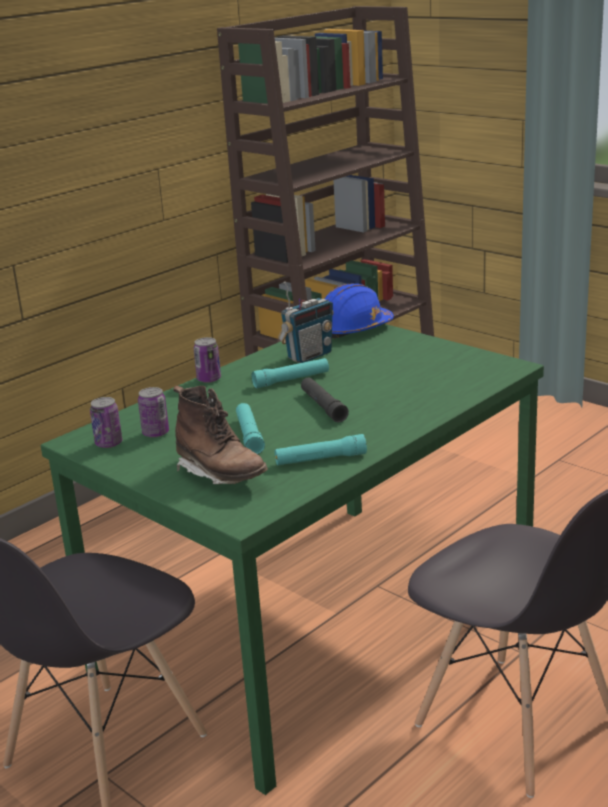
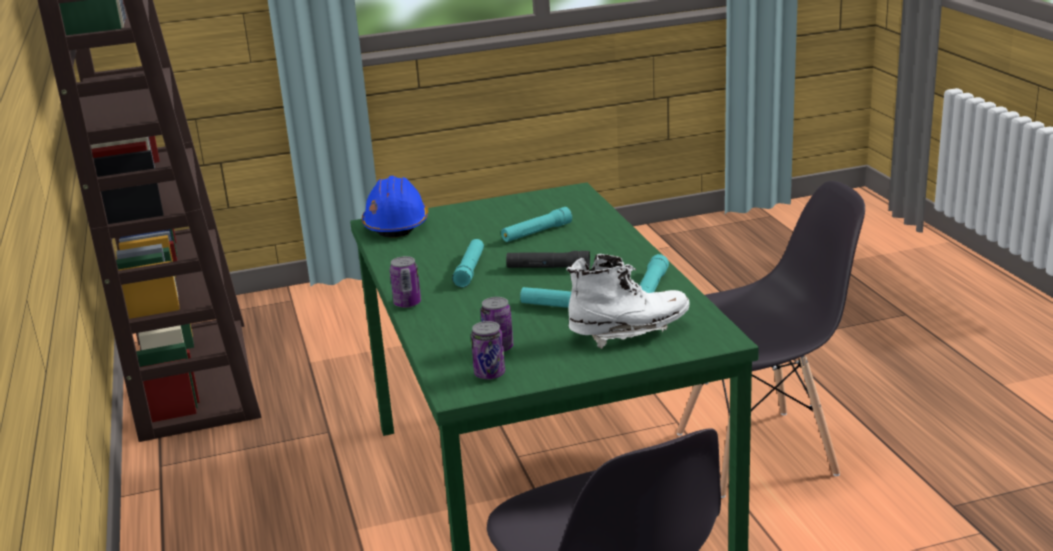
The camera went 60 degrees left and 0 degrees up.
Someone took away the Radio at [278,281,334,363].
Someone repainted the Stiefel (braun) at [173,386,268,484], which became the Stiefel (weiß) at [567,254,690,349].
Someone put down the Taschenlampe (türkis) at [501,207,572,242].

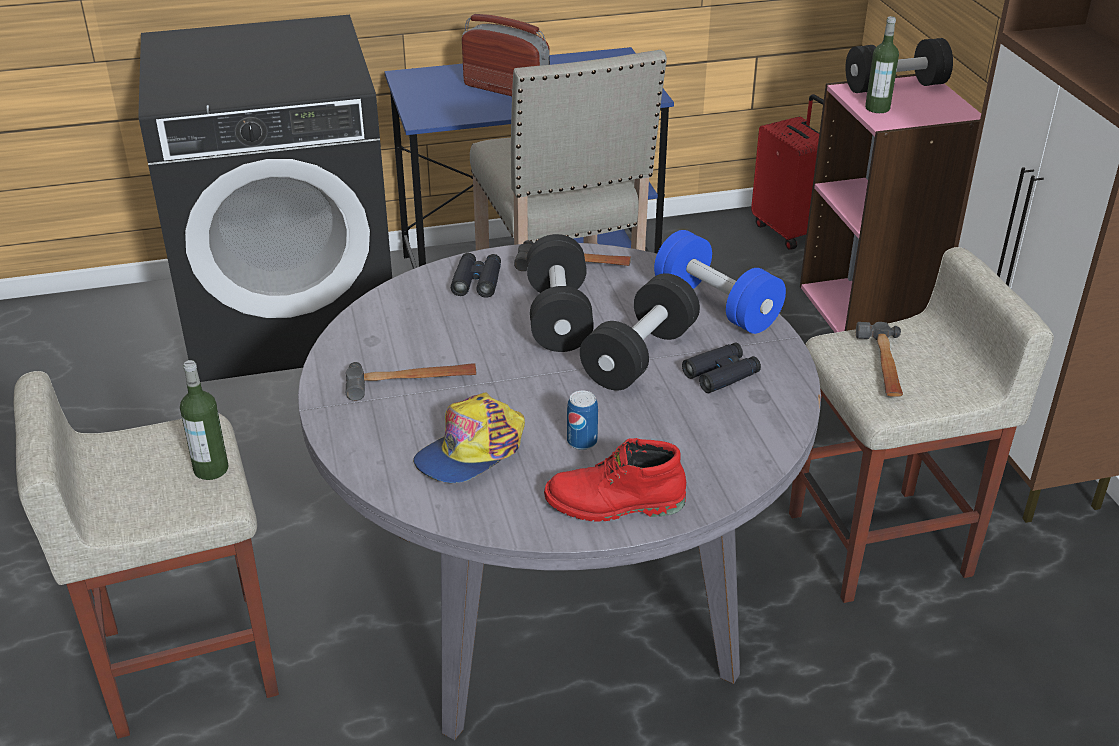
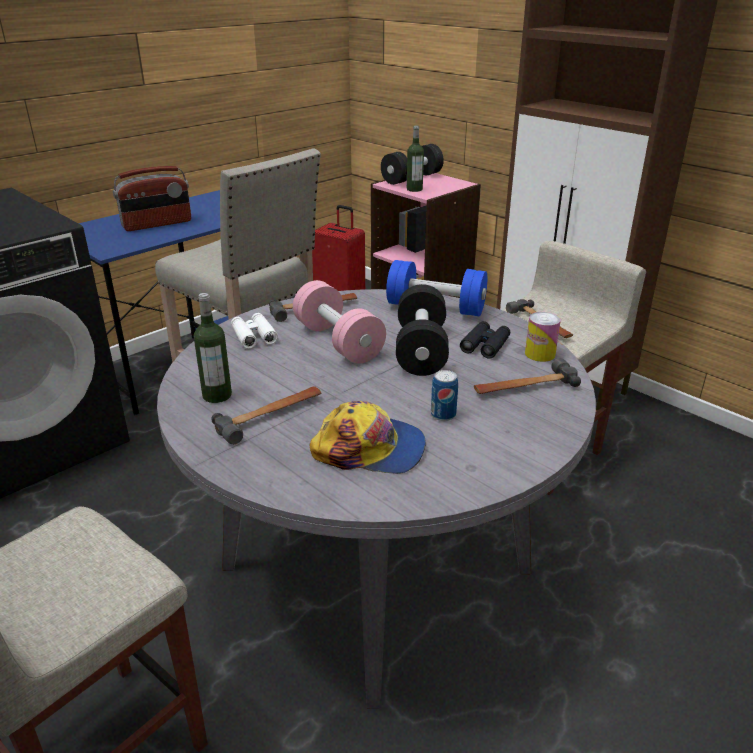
The camera went 30 degrees left and 5 degrees down.
Someone rotated the Radio at [462,14,550,96] by 150 degrees clockwise.
Someone repainted the Hantel (schwarz) at [527,234,594,352], which became the Hantel (rosa) at [293,280,386,364].
Someone repainted the Fernglas (schwarz) at [451,253,501,298], which became the Fernglas (weiß) at [231,313,278,349].
Someone carried the Flasche from [180,360,228,480] to [194,293,232,403].
Someone rotated the Kappe at [413,393,525,483] by 90 degrees counterclockwise.
Someone took away the Stiefel (rot) at [544,438,686,522].
Someone put down the Dose at [525,312,561,362].
Someone put down the Hammer at [474,358,581,394].

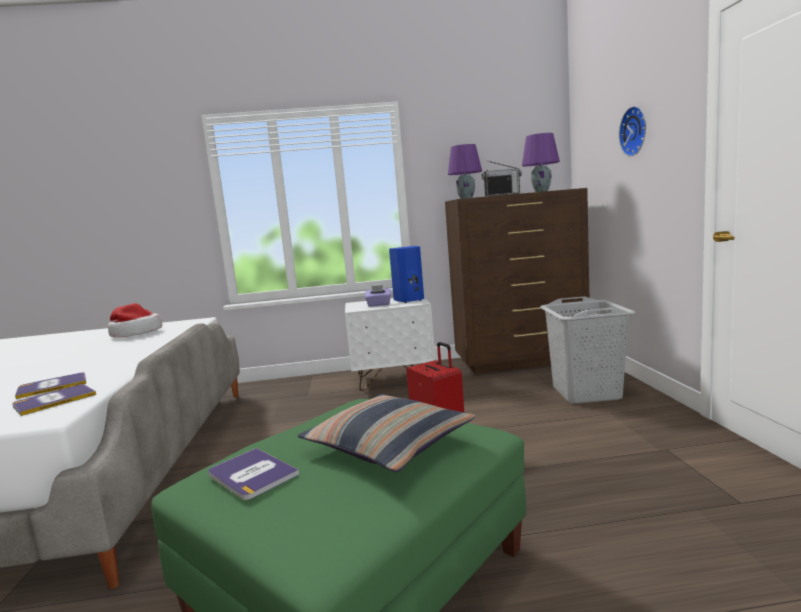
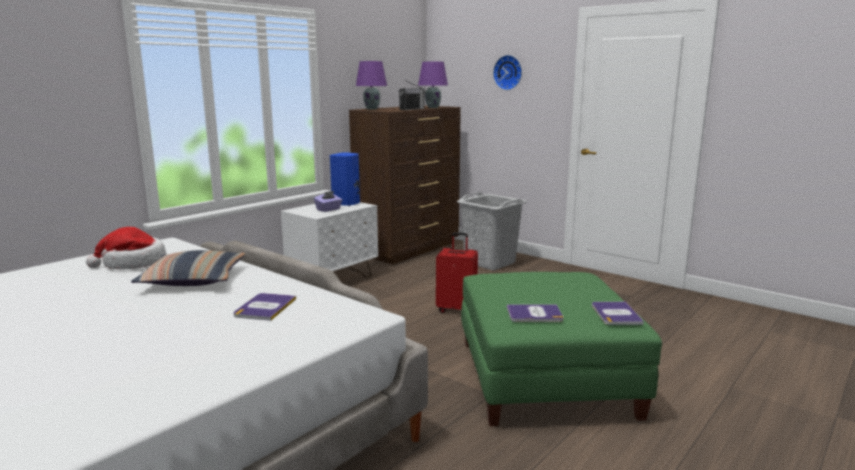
The camera went 45 degrees left and 5 degrees up.
Someone carried the Buch from [12,384,96,416] to [592,302,644,325].
Someone carried the Kissen from [297,394,476,472] to [131,250,246,286].

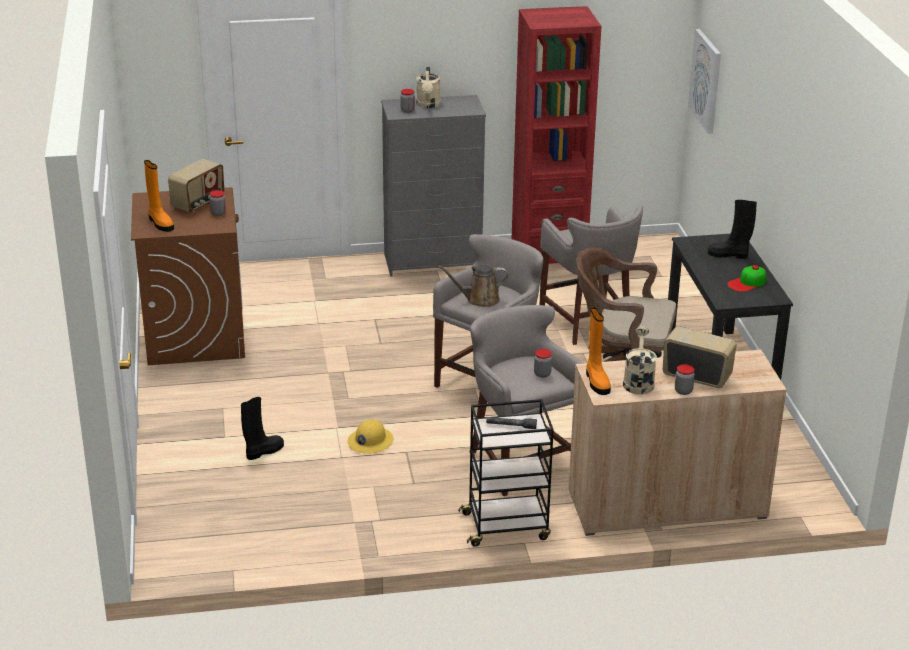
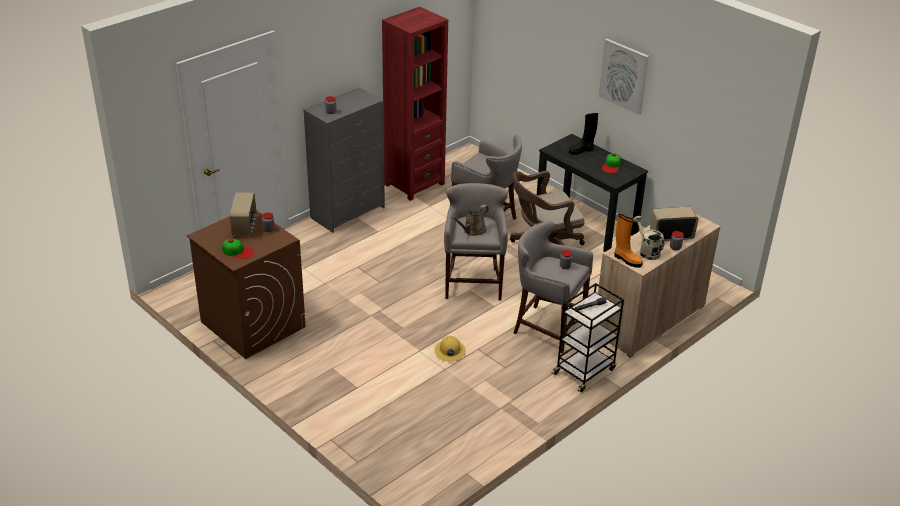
The camera went 35 degrees left and 5 degrees up.
Someone carried the Bild from [688,29,721,134] to [598,39,649,115].
Someone took away the Gießkanne (beige) at [416,67,441,108].
Someone swapped the Stiefel (orange) at [144,160,174,232] for the Kappe at [222,239,254,259].
Someone took away the Stiefel (schwarz) at [241,397,284,460].

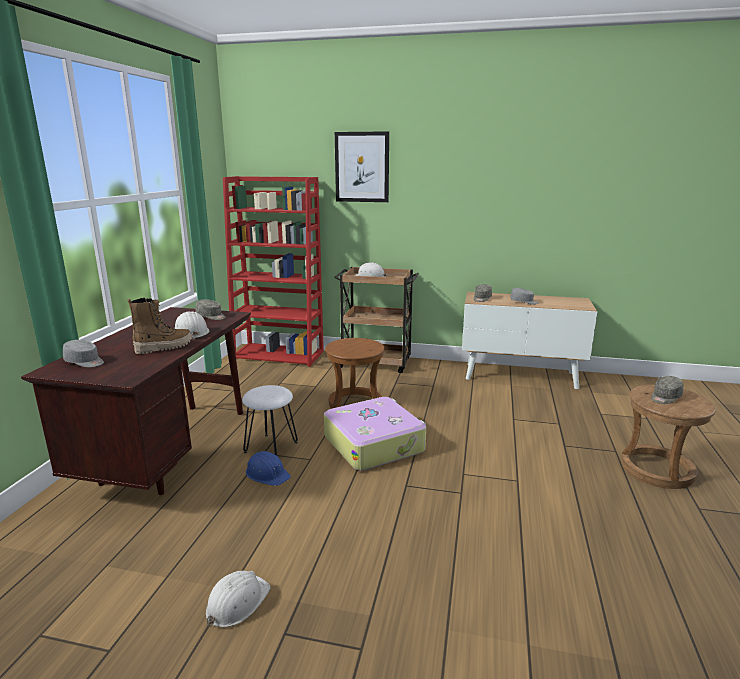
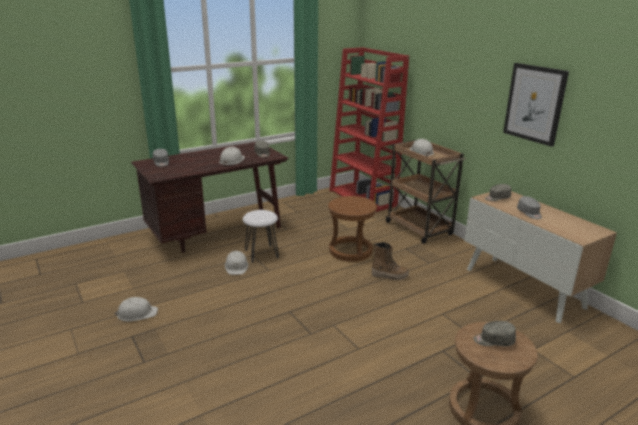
The camera went 45 degrees right and 5 degrees up.
Someone carried the Bild from [335,131,389,202] to [503,63,569,147].
Someone carried the Stiefel from [127,298,192,354] to [372,242,409,280].
Someone took away the Koffer at [324,397,426,471].
Someone repainted the Schutzhelm (blau) at [246,451,291,486], which became the Schutzhelm (weiß) at [225,251,248,275].

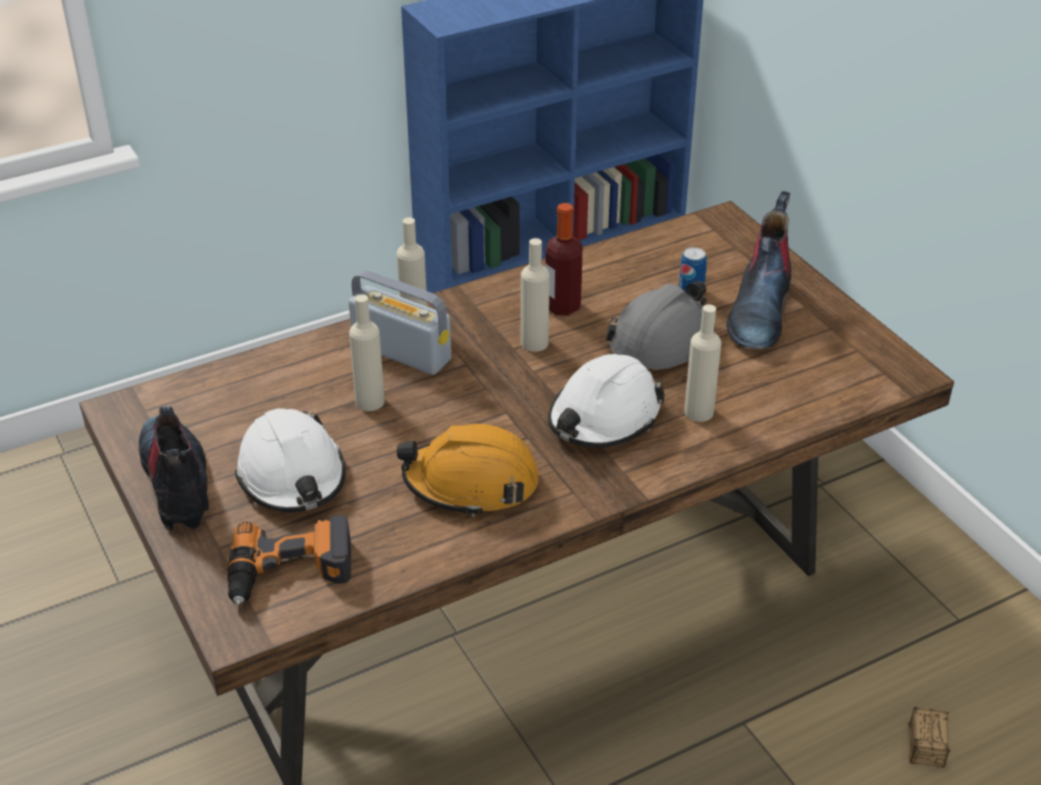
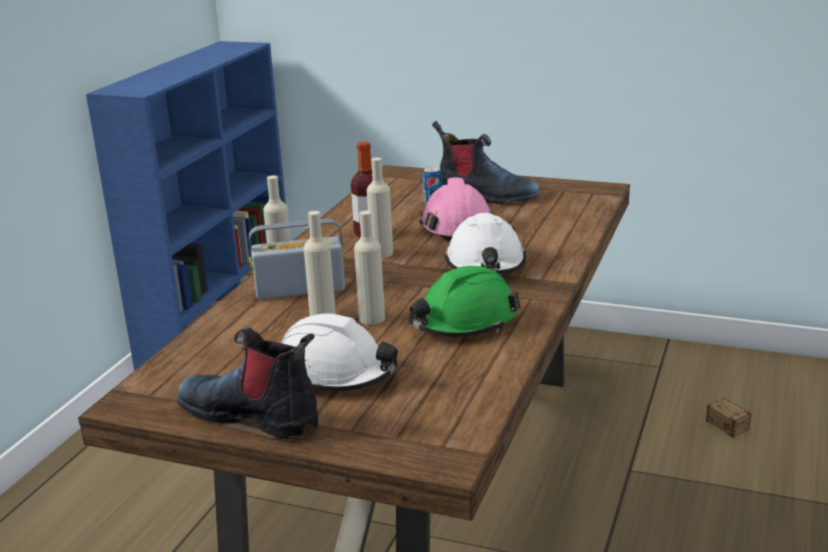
The camera went 40 degrees left and 15 degrees down.
Someone rotated the Stiefel at [726,191,791,349] by 45 degrees counterclockwise.
Someone repainted the Schutzhelm (grau) at [606,281,715,371], which became the Schutzhelm (rosa) at [420,177,493,241].
Someone carried the Flasche (beige) from [684,304,721,422] to [354,211,385,325].
Someone repainted the Schutzhelm (orange) at [397,423,539,517], which became the Schutzhelm (grün) at [409,266,521,337].
Someone took away the Bohrmaschine at [227,515,351,605].

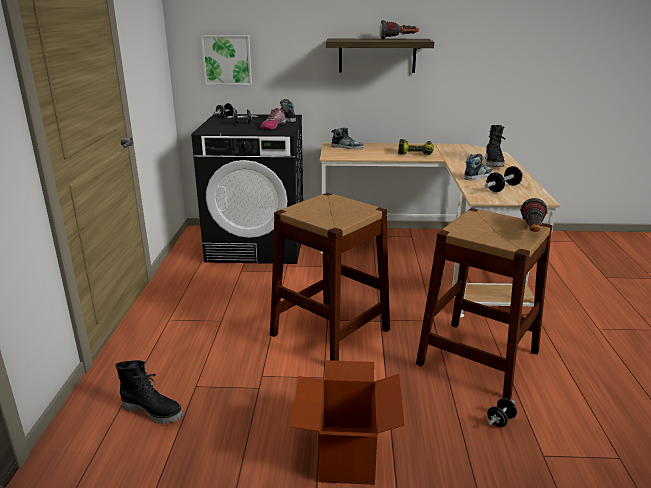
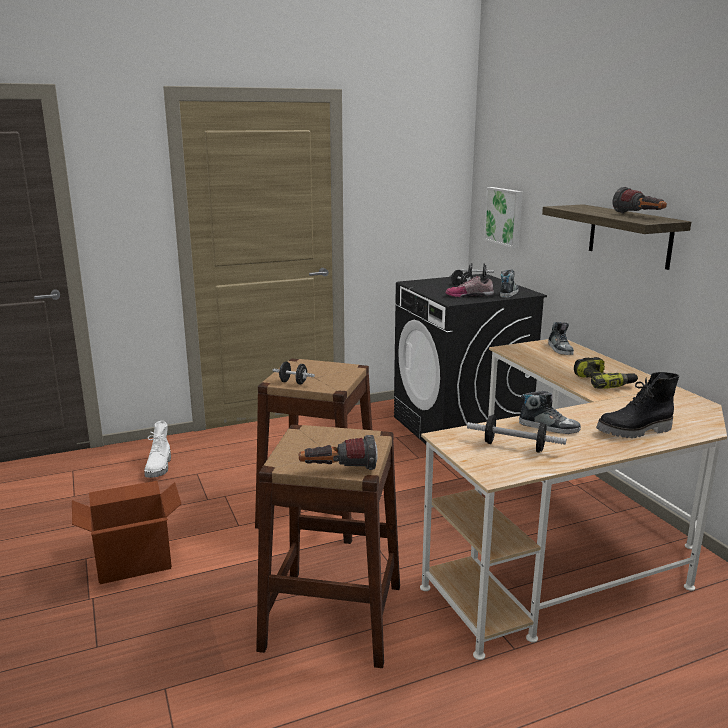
The camera went 65 degrees right and 5 degrees down.
Someone repainted the Stiefel (schwarz) at [115,360,183,424], which became the Stiefel (weiß) at [144,421,171,478].
Someone carried the Hantel (schwarz) from [487,398,517,427] to [272,362,315,385].

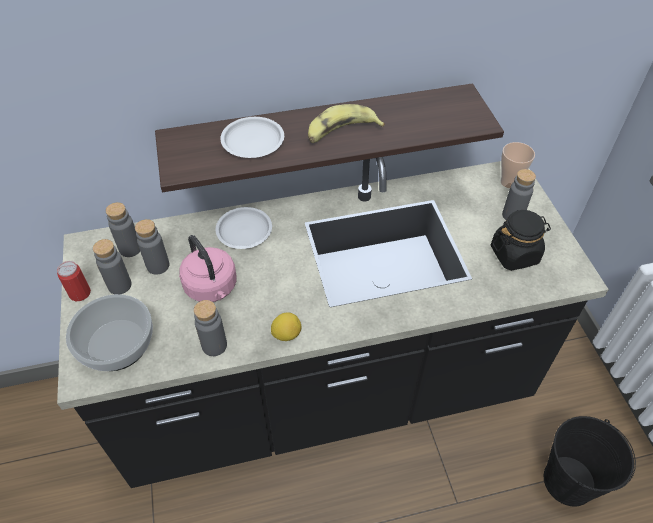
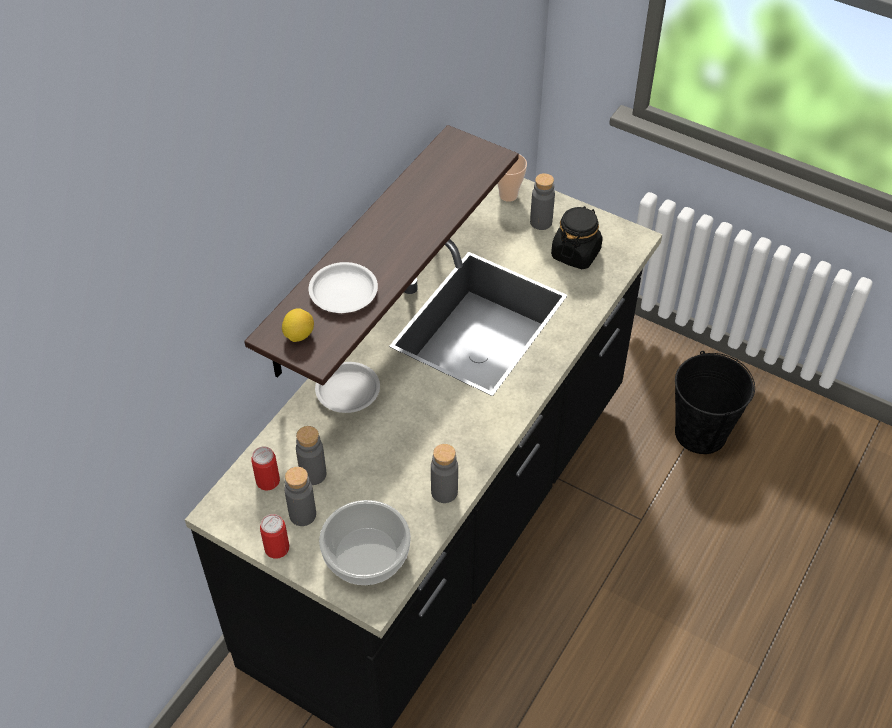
The camera went 45 degrees left and 0 degrees up.
Someone took away the Banane at [308,104,385,143].
Someone swapped the Flasche (grau) at [106,202,140,257] for the Dose at [251,447,280,491].
Someone took away the Wasserkessel (rosa) at [179,235,237,302].
Someone carried the Zitrone from [271,312,301,341] to [282,308,314,342].

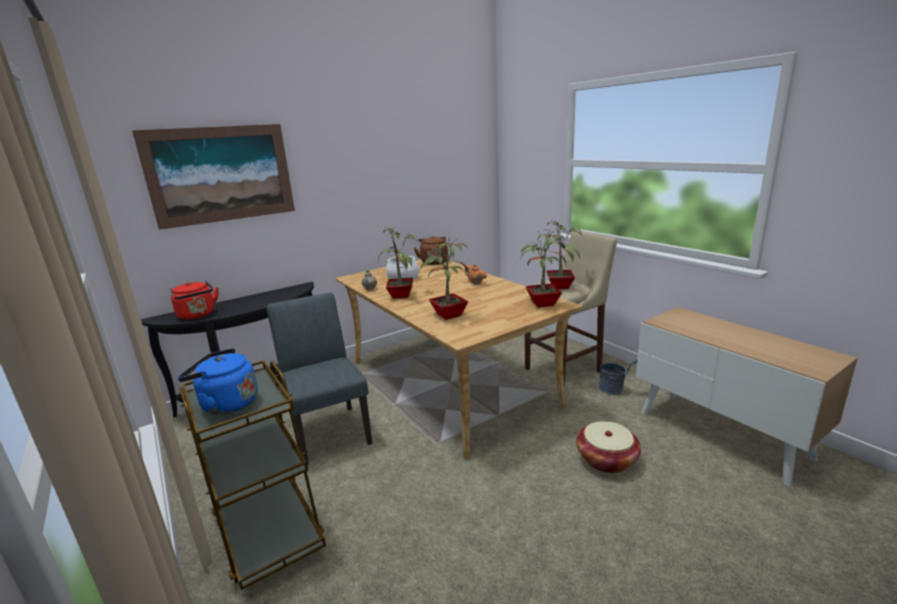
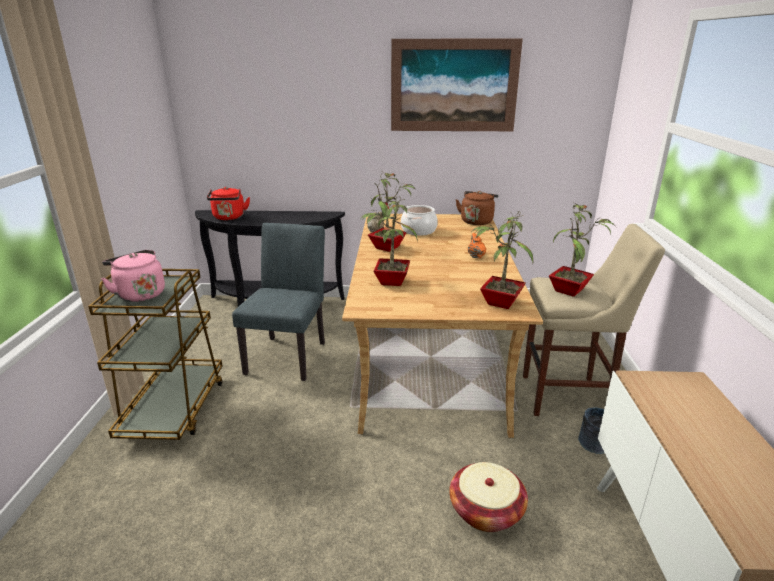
The camera went 35 degrees right and 5 degrees up.
Someone carried the Bild from [132,124,295,230] to [391,39,523,131].
Someone repainted the Wasserkessel (blau) at [178,348,258,415], which became the Wasserkessel (rosa) at [101,250,165,302].

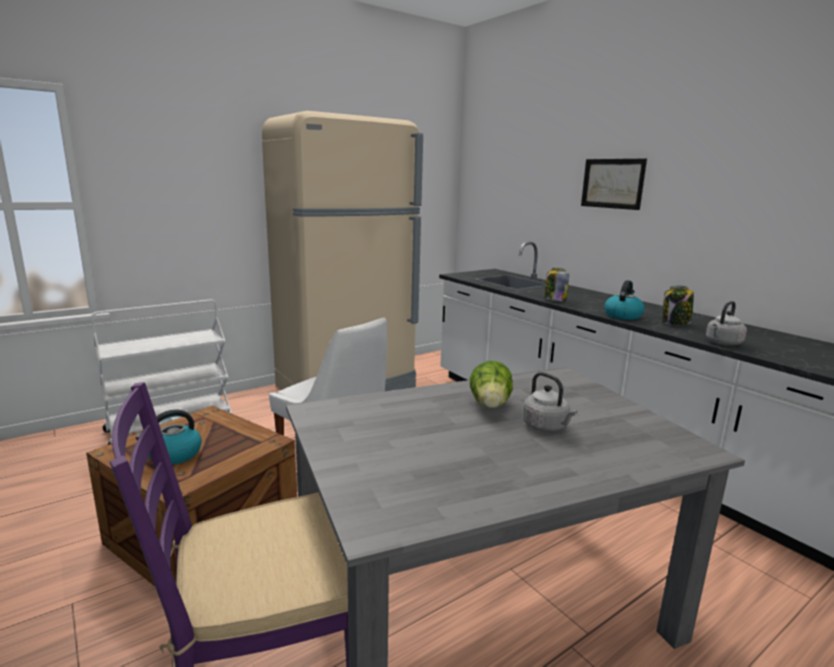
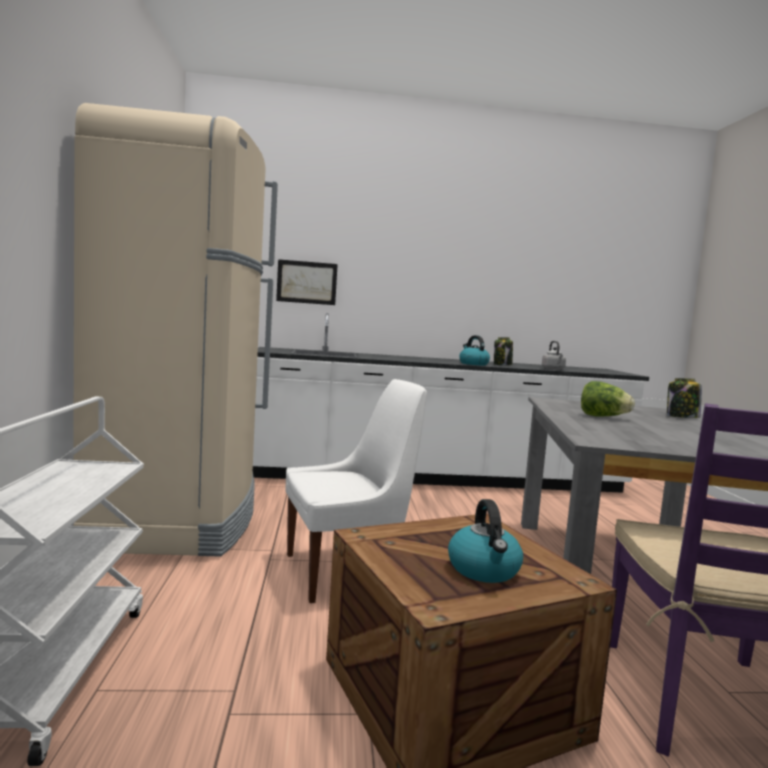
The camera went 60 degrees left and 10 degrees down.
Someone carried the Bild from [581,159,647,210] to [276,259,338,305].
Someone carried the Vorratsglas from [544,268,569,301] to [667,378,702,418].
Someone took away the Wasserkessel (grau) at [522,372,577,432].

